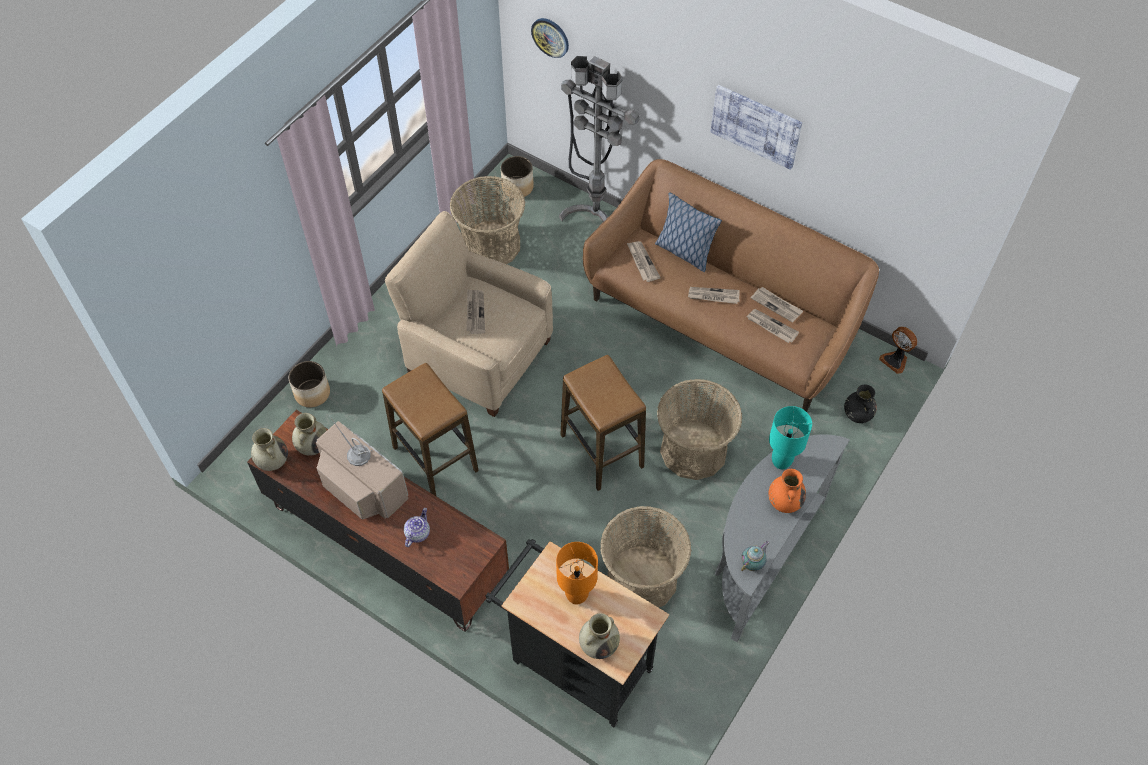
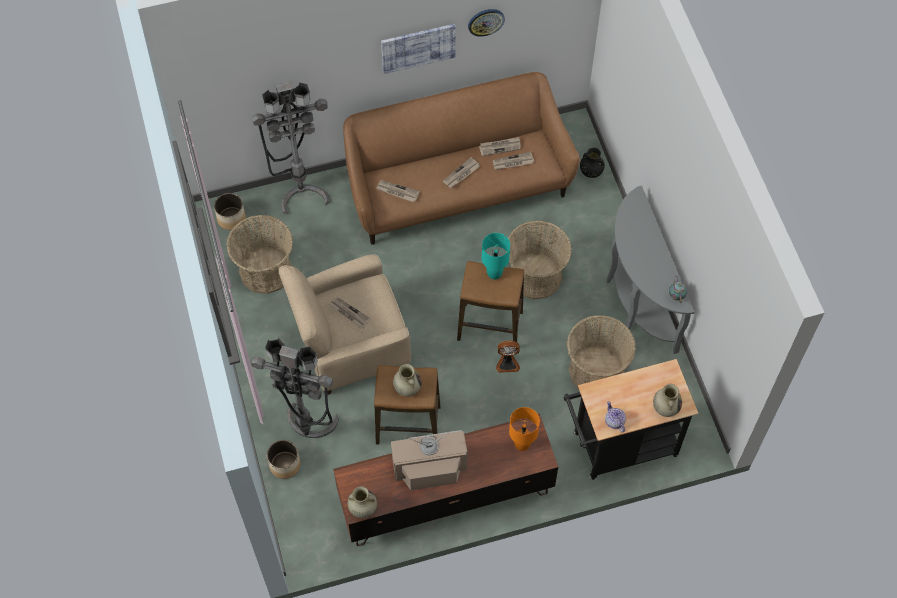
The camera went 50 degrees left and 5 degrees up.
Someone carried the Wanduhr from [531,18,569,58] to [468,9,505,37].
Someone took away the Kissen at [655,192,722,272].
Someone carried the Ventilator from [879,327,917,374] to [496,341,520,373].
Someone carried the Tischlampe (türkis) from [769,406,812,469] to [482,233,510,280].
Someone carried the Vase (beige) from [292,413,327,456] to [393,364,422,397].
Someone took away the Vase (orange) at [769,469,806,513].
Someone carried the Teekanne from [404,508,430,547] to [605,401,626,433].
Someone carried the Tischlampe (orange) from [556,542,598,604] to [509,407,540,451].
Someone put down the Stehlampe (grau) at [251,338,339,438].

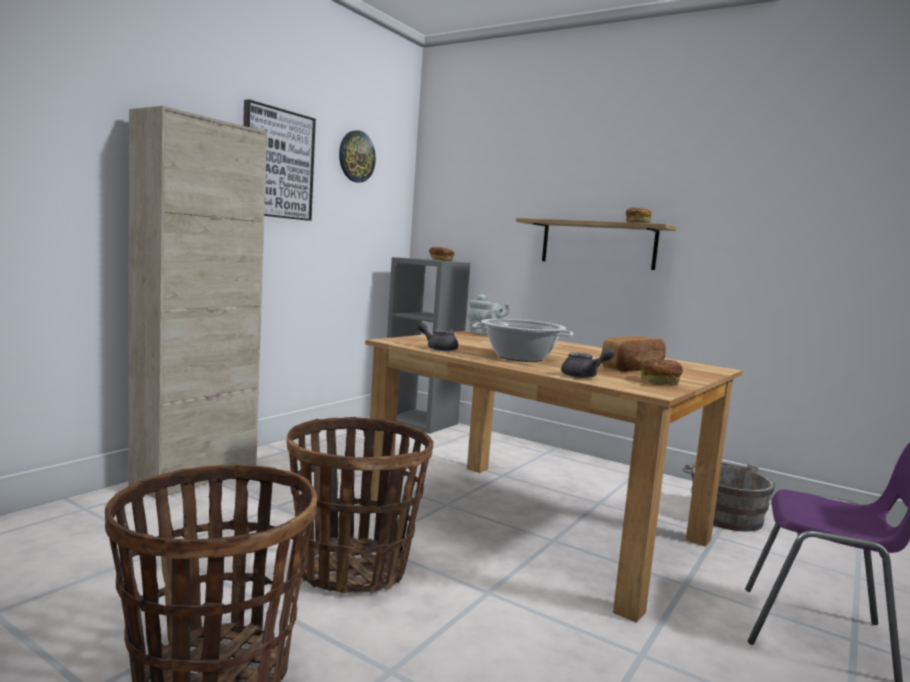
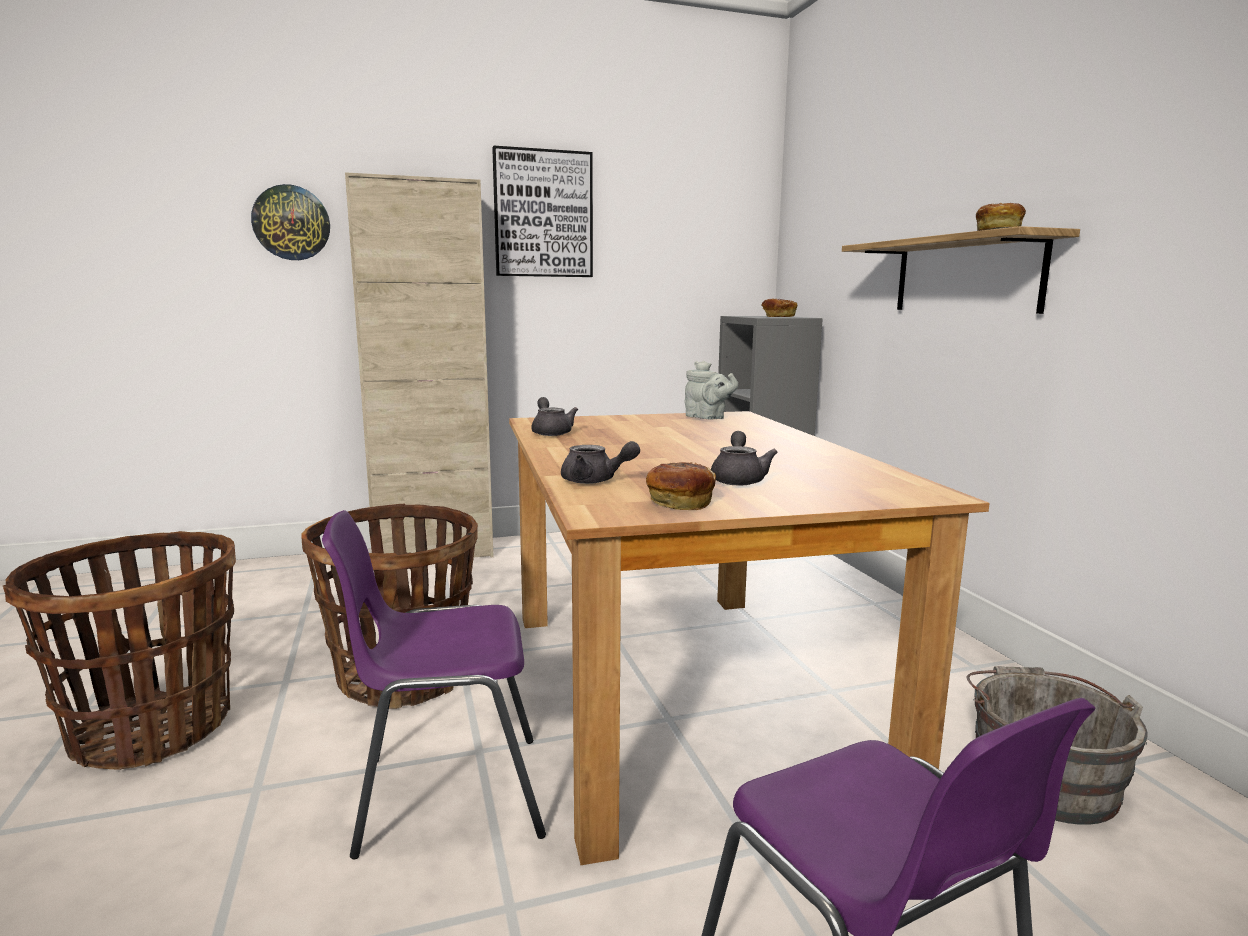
The camera went 40 degrees right and 5 degrees up.
Someone carried the Wanduhr from [339,130,376,182] to [251,184,330,260].
Someone took away the Kochtopf at [473,319,573,362].
Someone swapped the Brot at [602,336,666,372] for the Teekanne (grau) at [711,431,778,486].
Someone put down the Stuhl (lila) at [322,510,546,859].

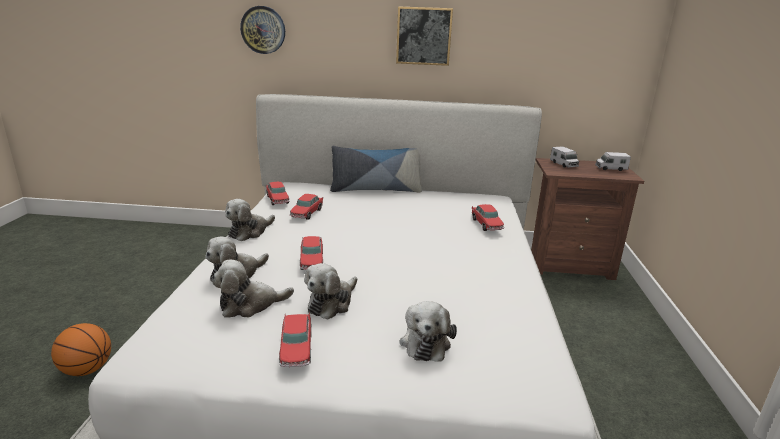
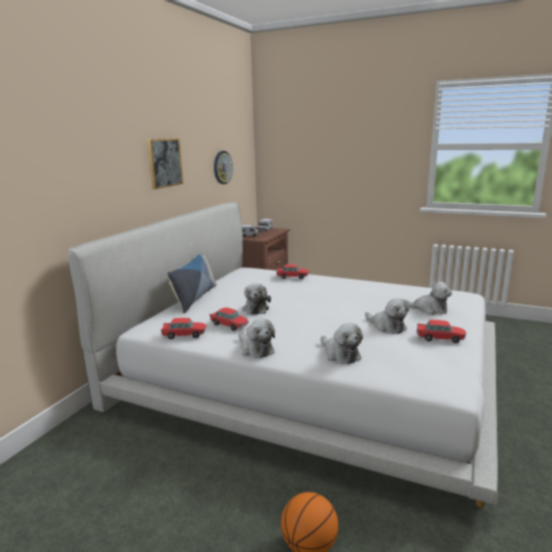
The camera went 70 degrees left and 5 degrees down.
Someone carried the Wanduhr from [240,6,285,54] to [214,151,233,184].
Someone took away the Spielzeugauto at [300,236,323,270].
Someone carried the Plüschtier from [212,259,294,318] to [242,283,271,315].

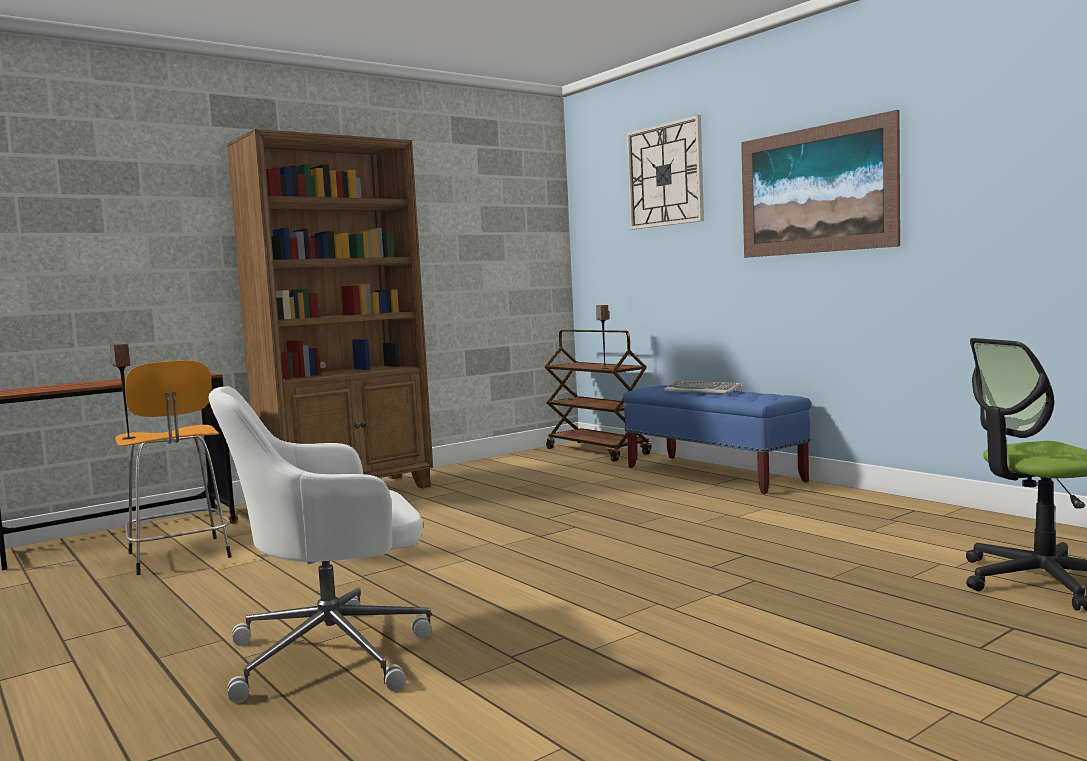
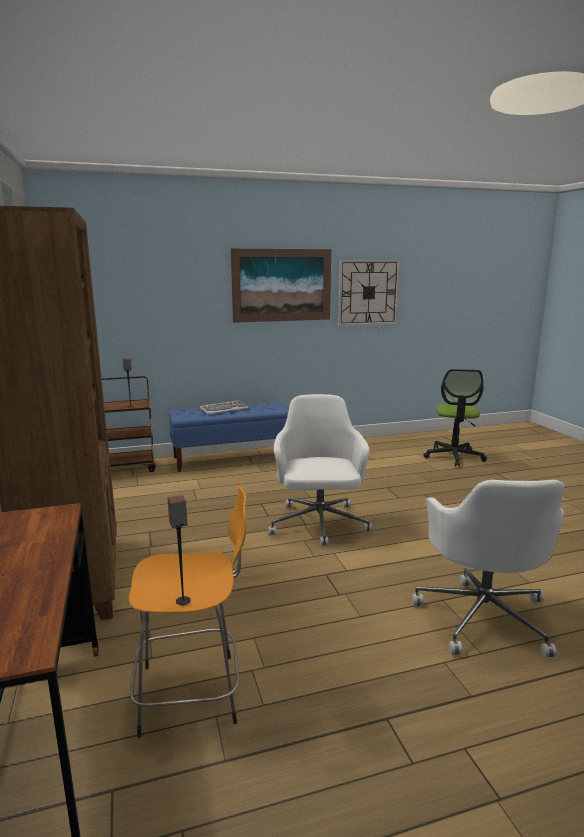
The camera went 70 degrees left and 10 degrees up.
Someone carried the Wanduhr from [626,115,704,230] to [338,260,400,326].
Someone put down the Bürostuhl (weiß) at [269,394,372,546].

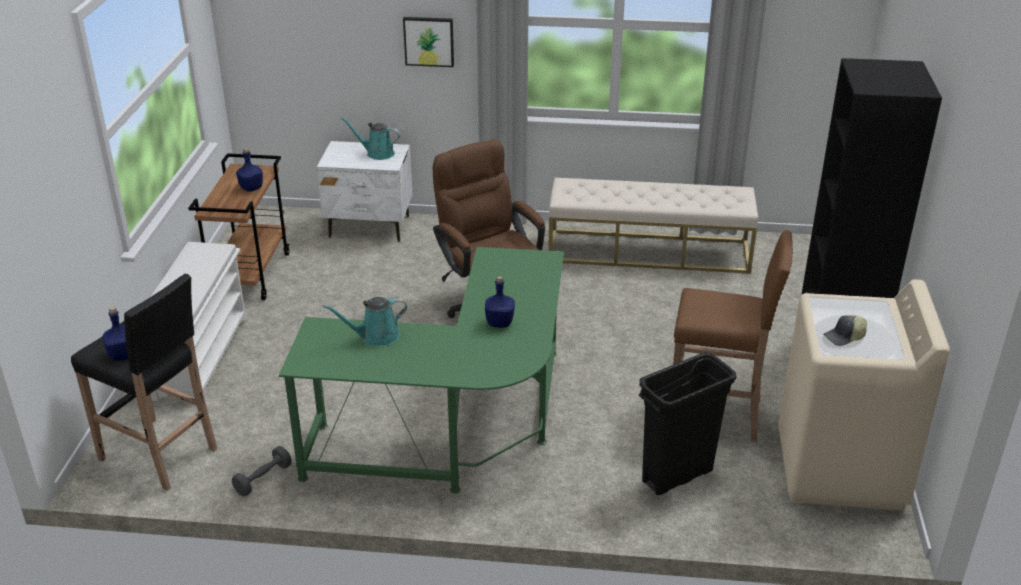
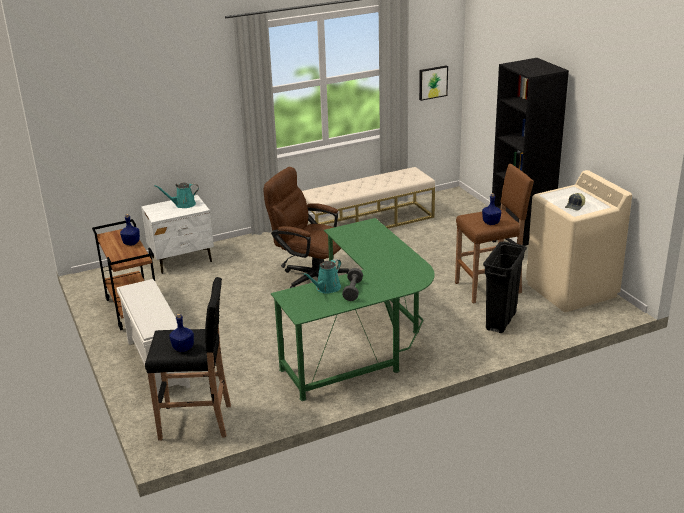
The camera went 30 degrees left and 5 degrees down.
Someone carried the Bild from [403,17,454,67] to [419,65,448,101].
Someone carried the Flasche (blau) from [485,276,515,328] to [482,193,501,225].
Someone carried the Hantel (grau) from [232,446,292,496] to [342,268,363,301].

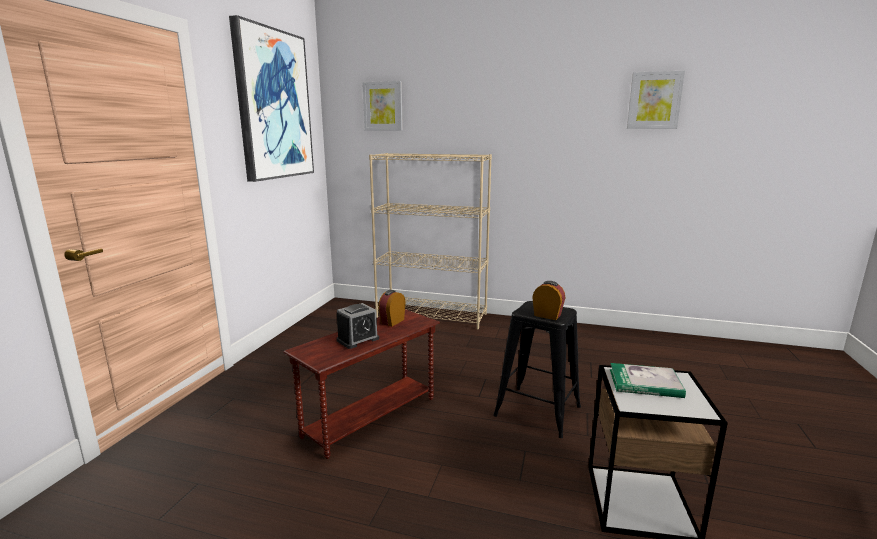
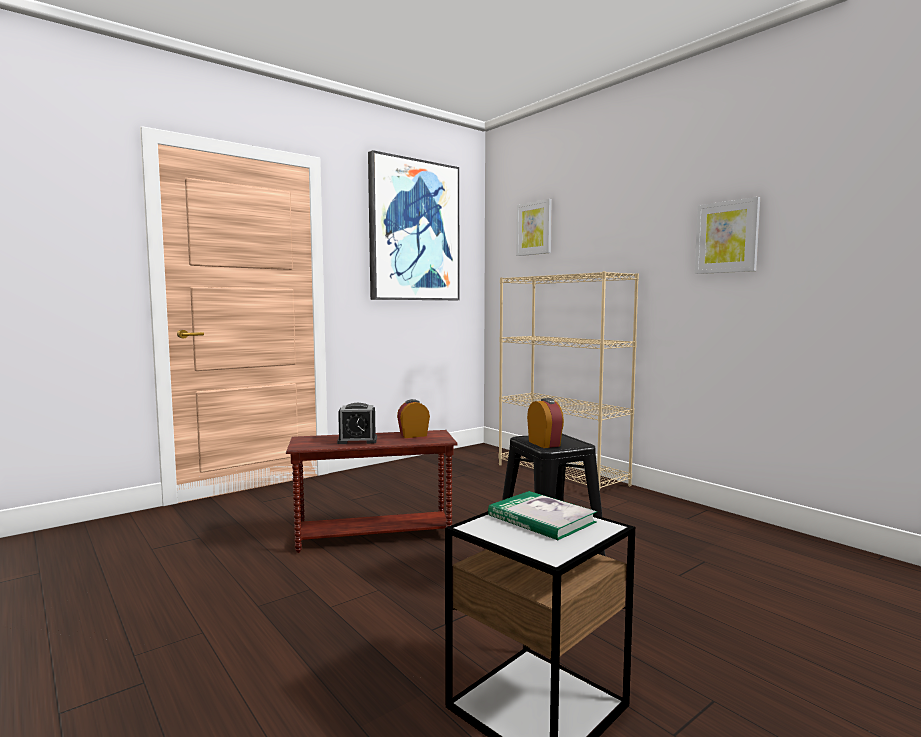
The camera went 35 degrees right and 10 degrees down.
Someone carried the Bild from [627,71,685,129] to [695,197,760,274].

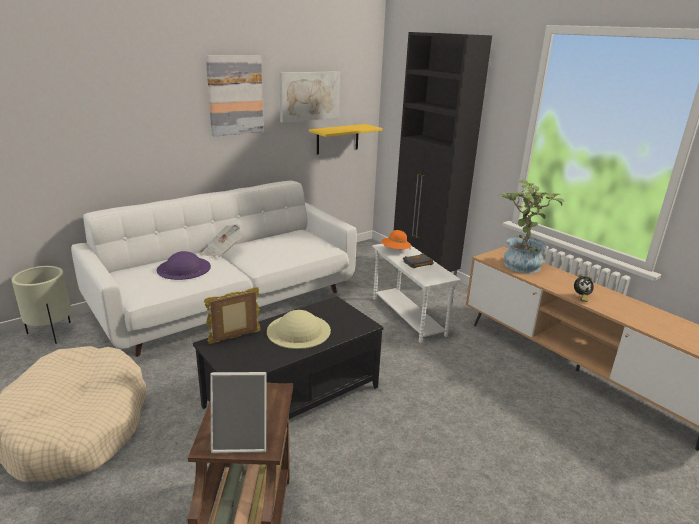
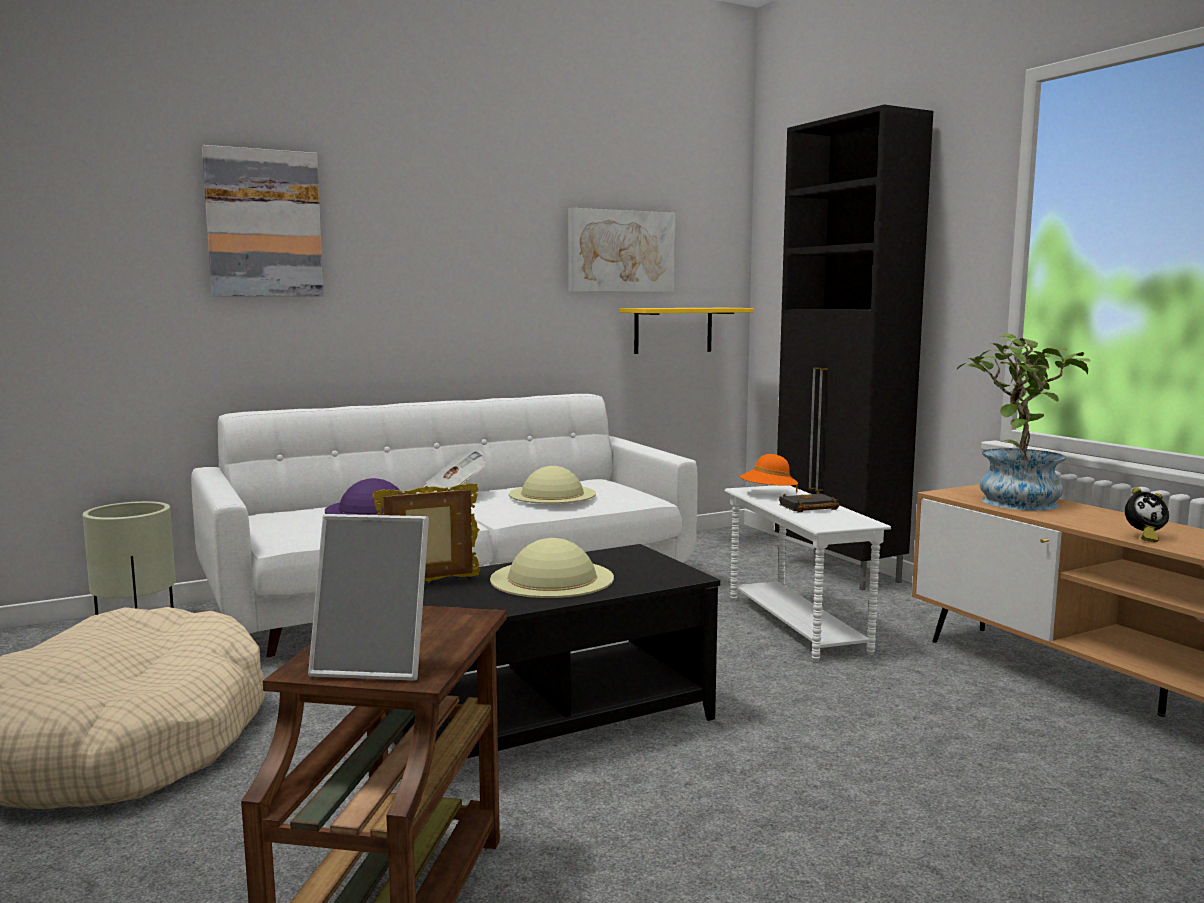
The camera went 10 degrees right and 15 degrees down.
Someone carried the Bild from [206,55,264,137] to [202,145,324,296].
Someone put down the Hut (beige) at [509,466,596,504].

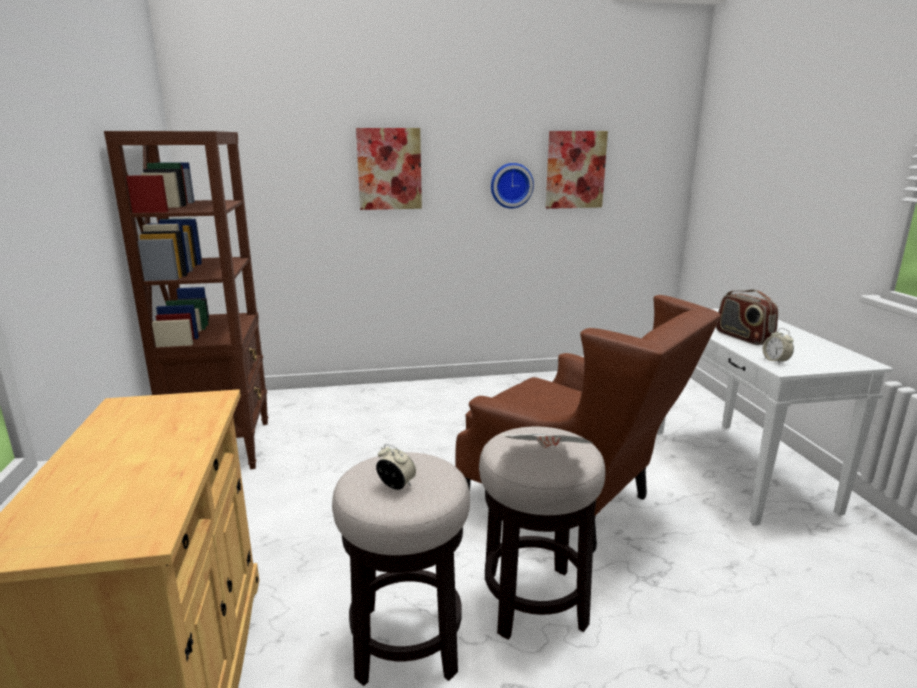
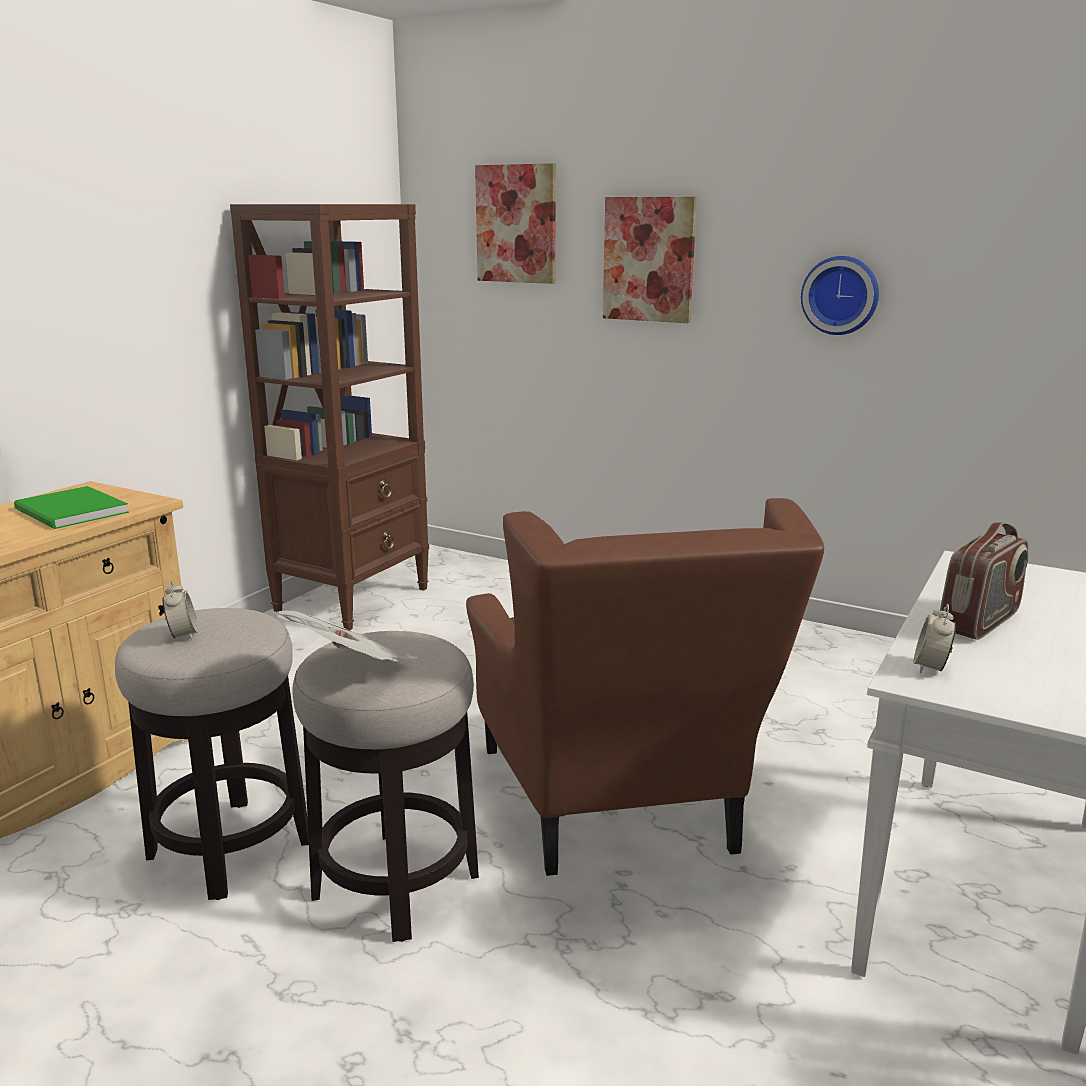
The camera went 40 degrees right and 0 degrees up.
Someone carried the Bild from [546,131,608,209] to [475,163,556,284].
Someone rotated the Radio at [716,289,778,345] by 150 degrees counterclockwise.
Someone put down the Buch (grün) at [14,486,129,529].

